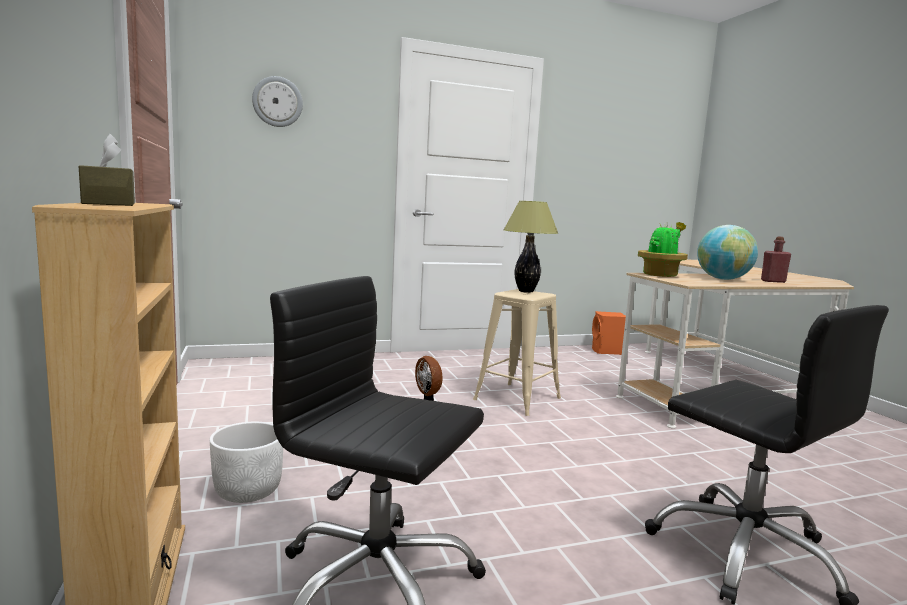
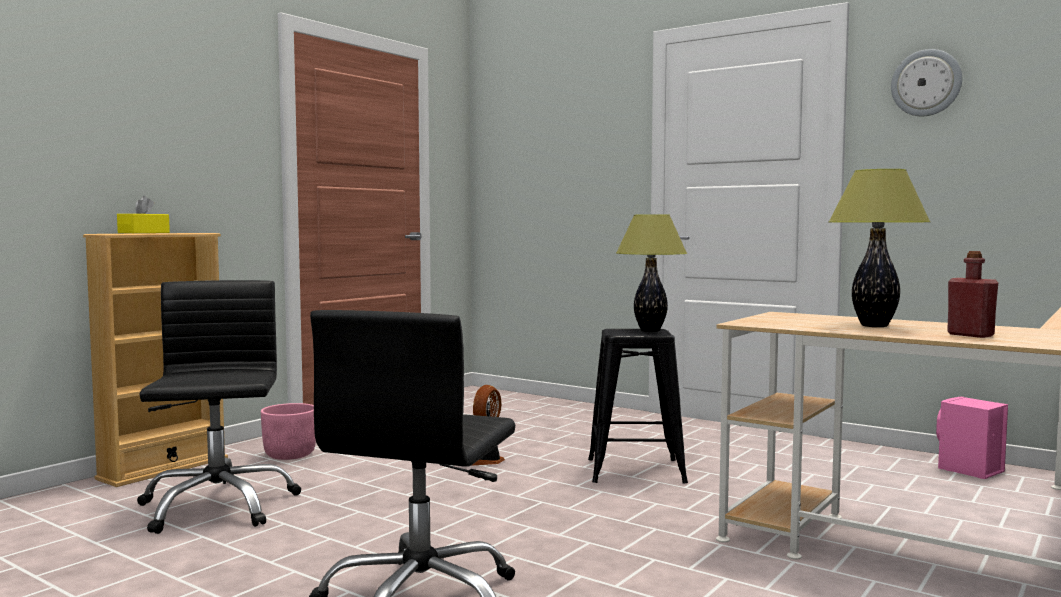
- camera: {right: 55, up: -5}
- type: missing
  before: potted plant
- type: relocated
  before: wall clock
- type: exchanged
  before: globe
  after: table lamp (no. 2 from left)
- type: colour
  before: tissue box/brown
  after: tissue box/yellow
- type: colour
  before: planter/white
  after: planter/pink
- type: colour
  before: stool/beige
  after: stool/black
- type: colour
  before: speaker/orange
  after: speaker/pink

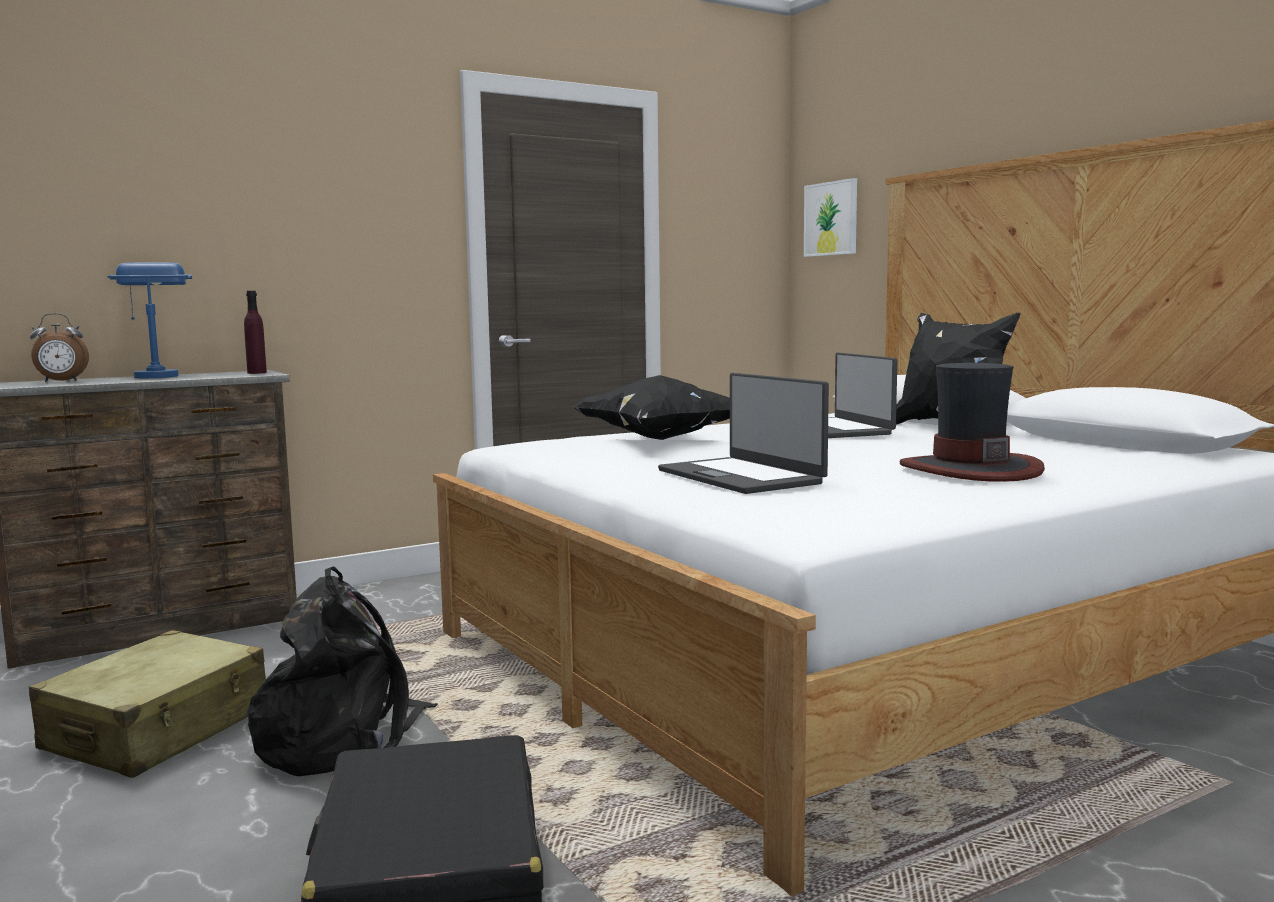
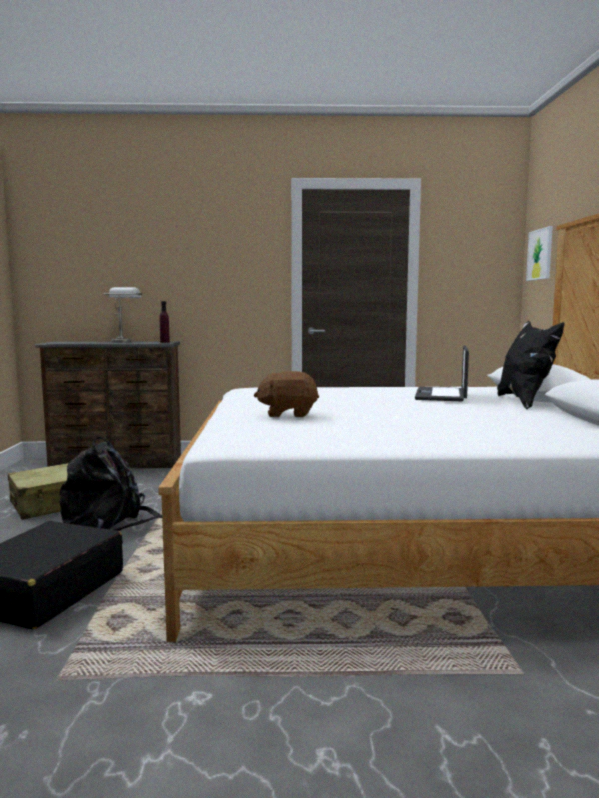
- camera: {right: 30, up: 0}
- type: missing
  before: alarm clock
- type: missing
  before: pillow/black (no. 1 from left)
- type: missing
  before: hat
- type: exchanged
  before: laptop (no. 1 from left)
  after: plush toy/brown
- type: colour
  before: table lamp/blue
  after: table lamp/grey

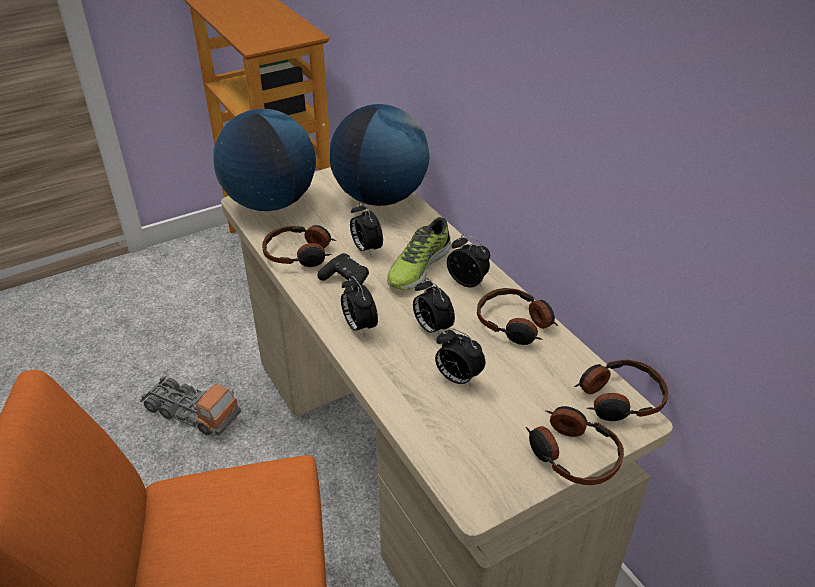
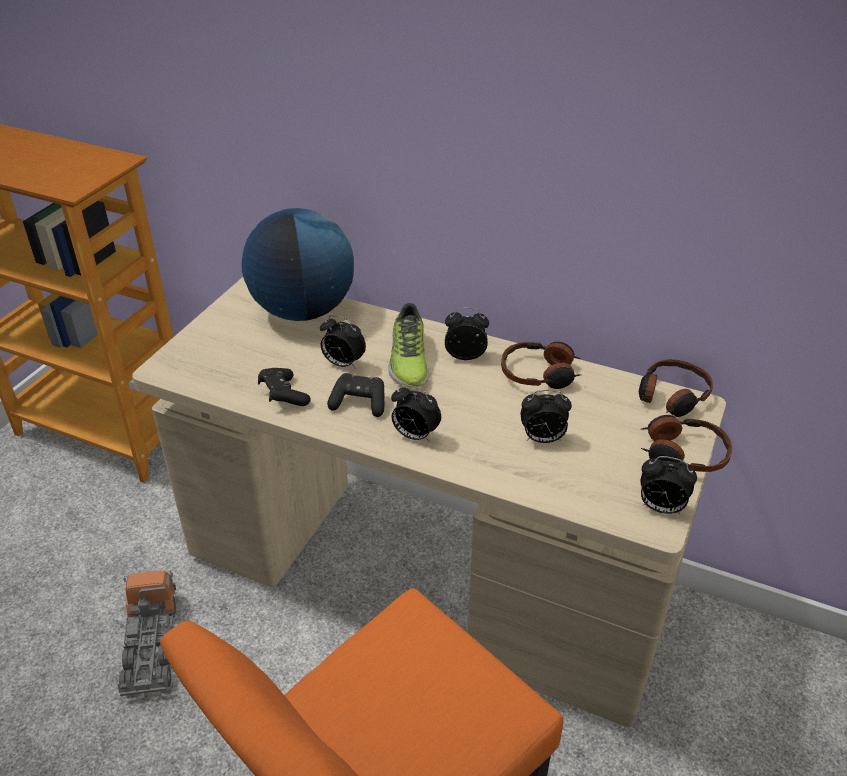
- camera: {right: -35, up: 0}
- type: missing
  before: globe (no. 1 from left)
- type: relocated
  before: alarm clock (no. 3 from left in the first image)
  after: alarm clock (no. 5 from left)
- type: exchanged
  before: headphones (no. 1 from left)
  after: game controller/black (no. 1 from left)
- type: spun
  before: toy truck
  turn: -90

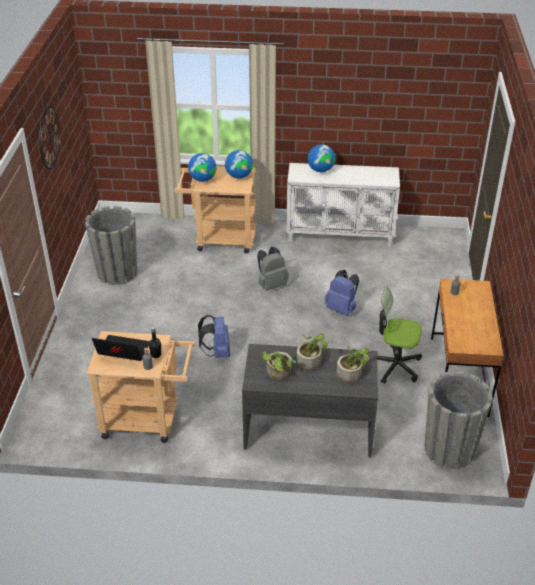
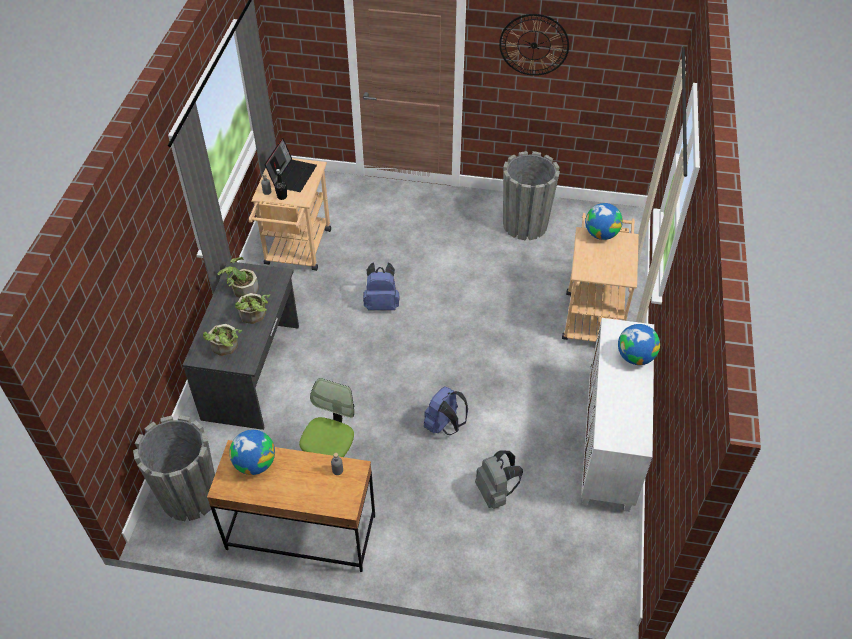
- camera: {right: 95, up: 10}
- type: relocated
  before: globe (no. 2 from left in the first image)
  after: globe (no. 1 from left)
- type: relocated
  before: backpack/grey

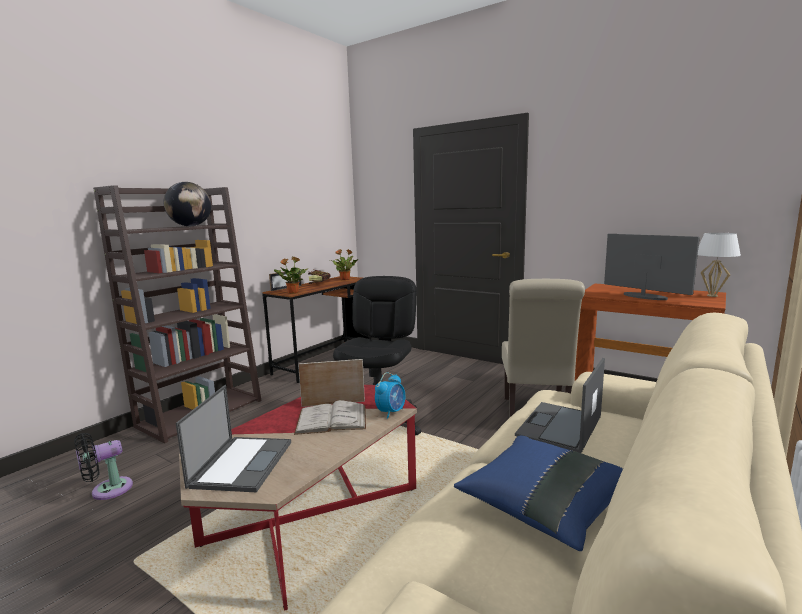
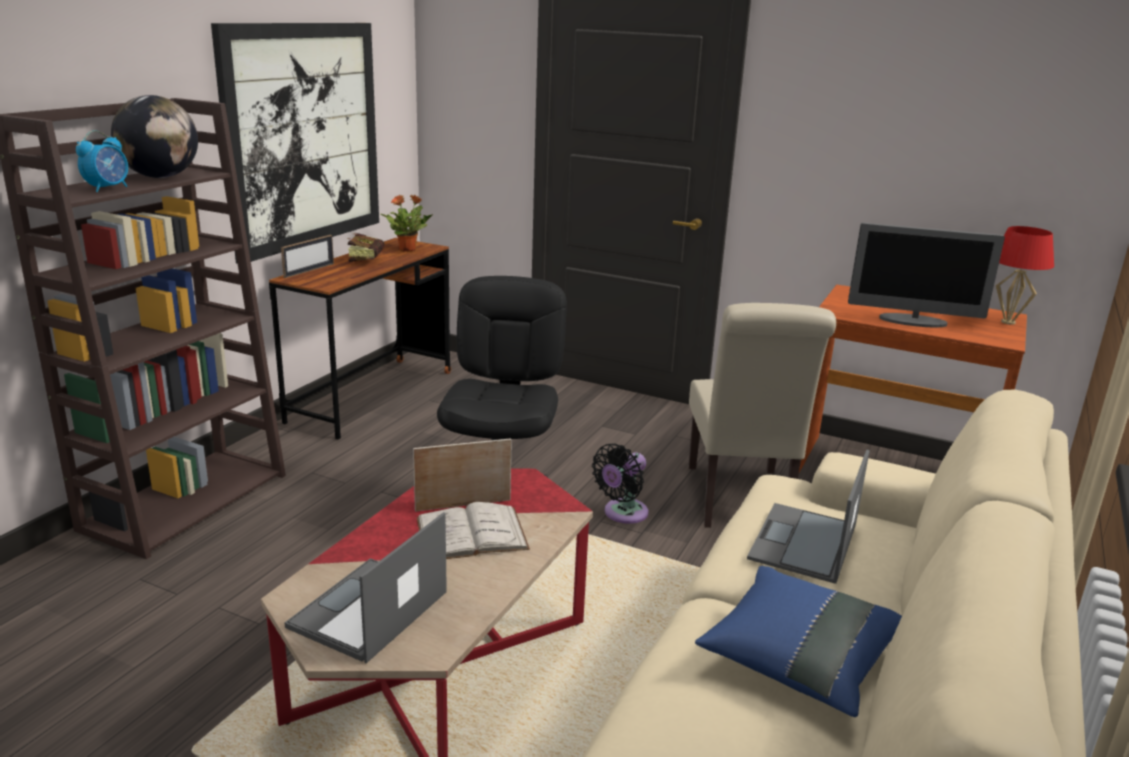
- camera: {right: -10, up: 10}
- type: missing
  before: potted plant (no. 1 from left)
- type: appeared
  after: picture
- type: relocated
  before: fan/black
- type: relocated
  before: alarm clock
- type: colour
  before: table lamp/white
  after: table lamp/red
- type: spun
  before: laptop (no. 1 from left)
  turn: -150
- type: spun
  before: monitor
  turn: 150

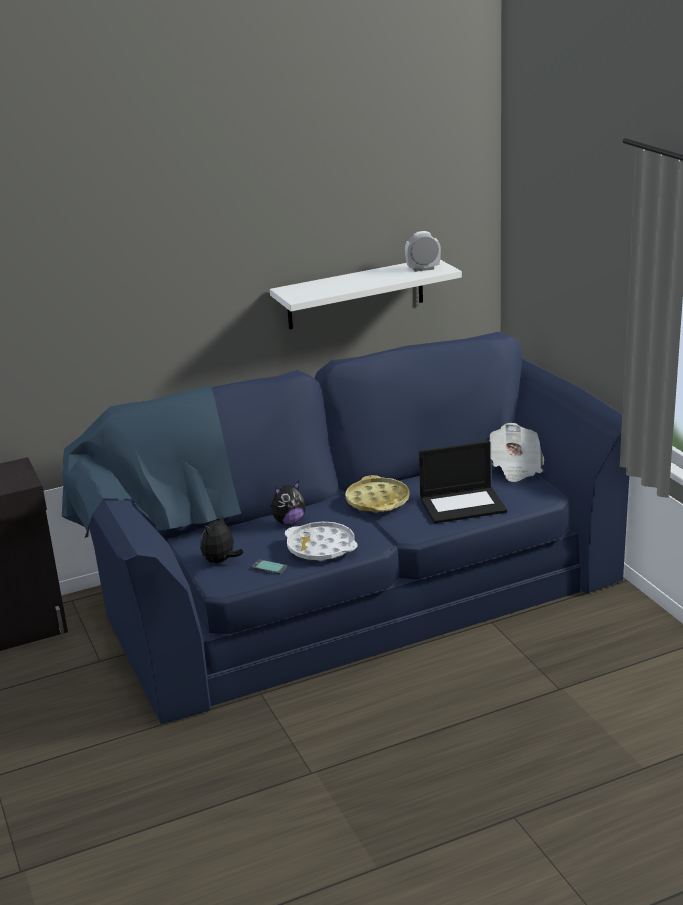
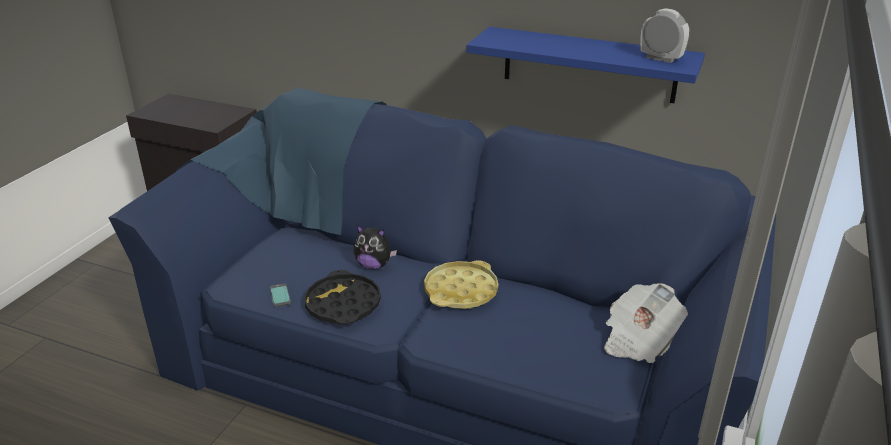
- camera: {right: 45, up: 5}
- type: missing
  before: plush toy (no. 1 from left)
- type: missing
  before: laptop
- type: colour
  before: shelf/white
  after: shelf/blue
- type: colour
  before: tray/white
  after: tray/black

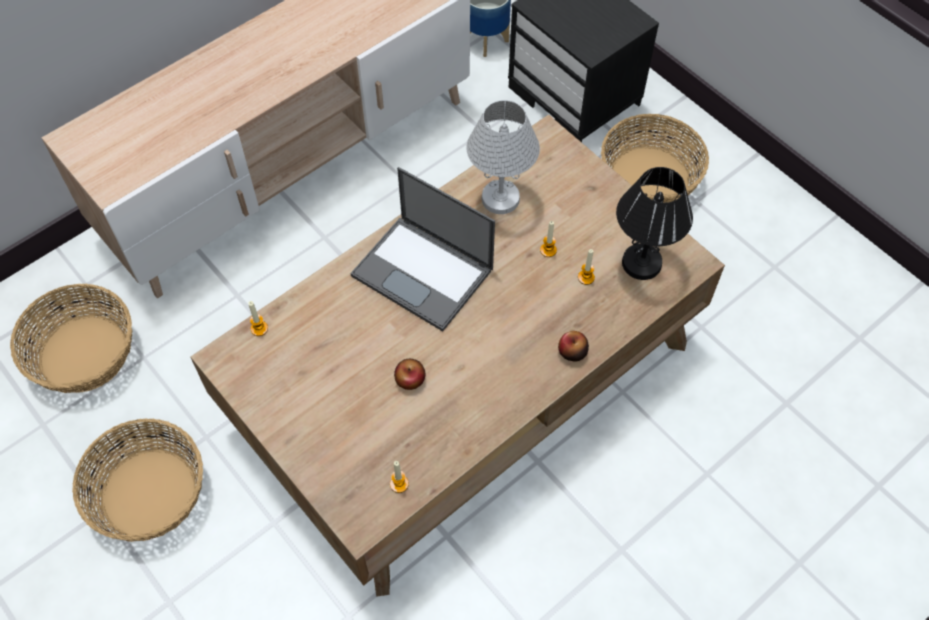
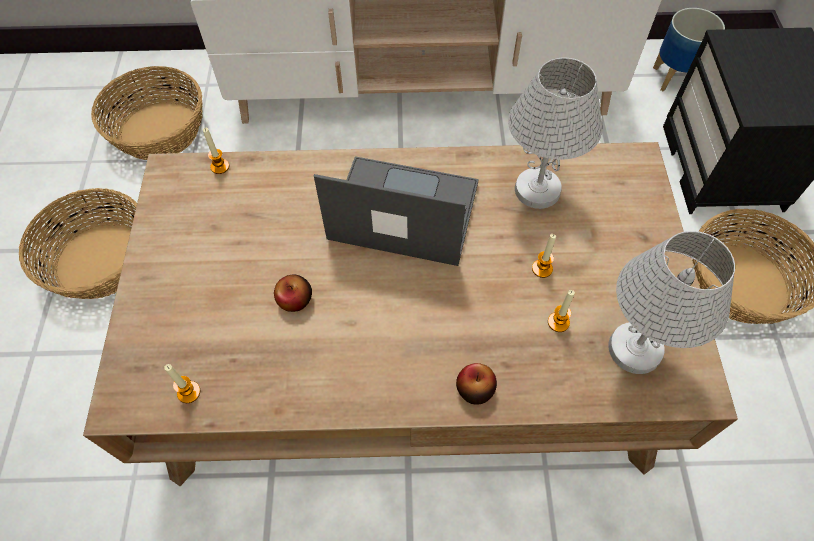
- camera: {right: 40, up: 0}
- type: colour
  before: table lamp/black
  after: table lamp/white (no. 2 from left)
- type: spun
  before: laptop
  turn: 120

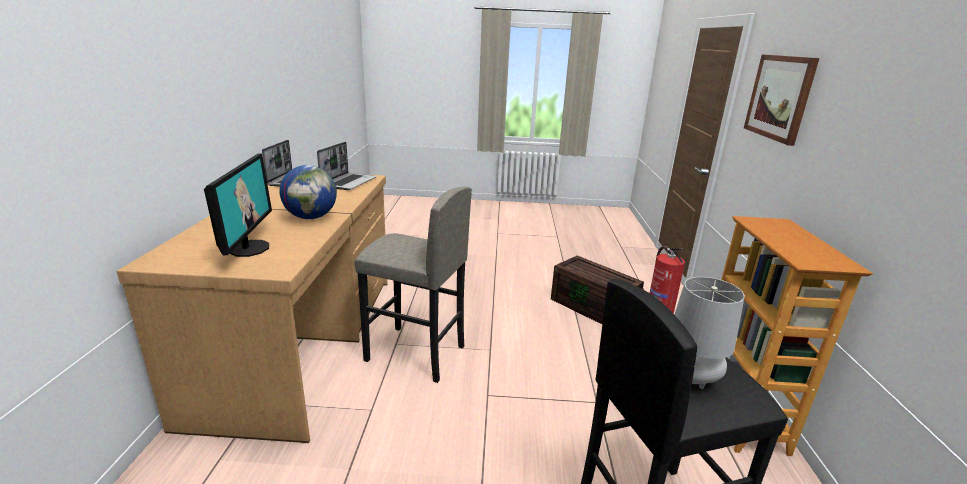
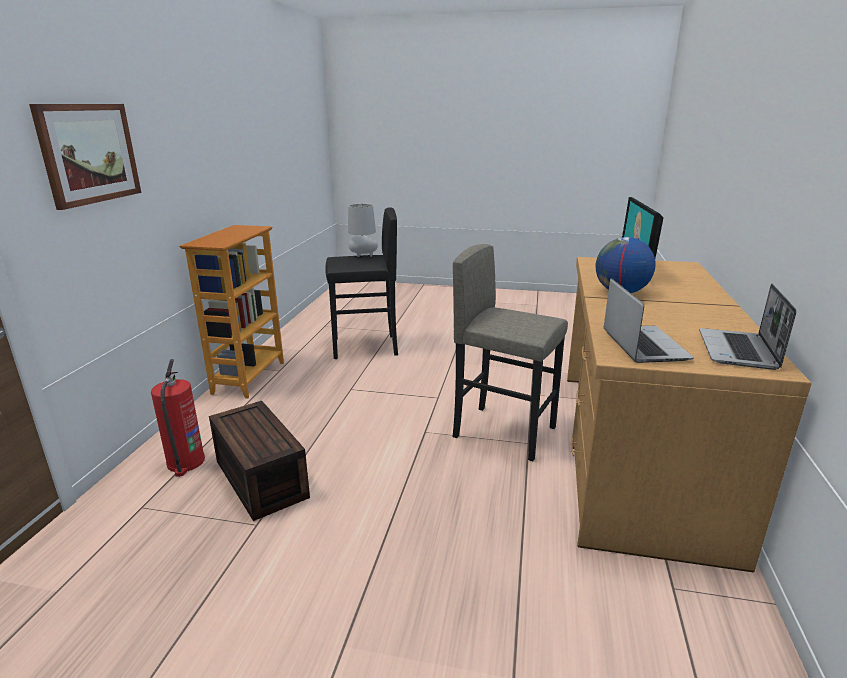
- camera: {right: -170, up: 0}
- type: spun
  before: laptop (no. 2 from left in the first image)
  turn: 150

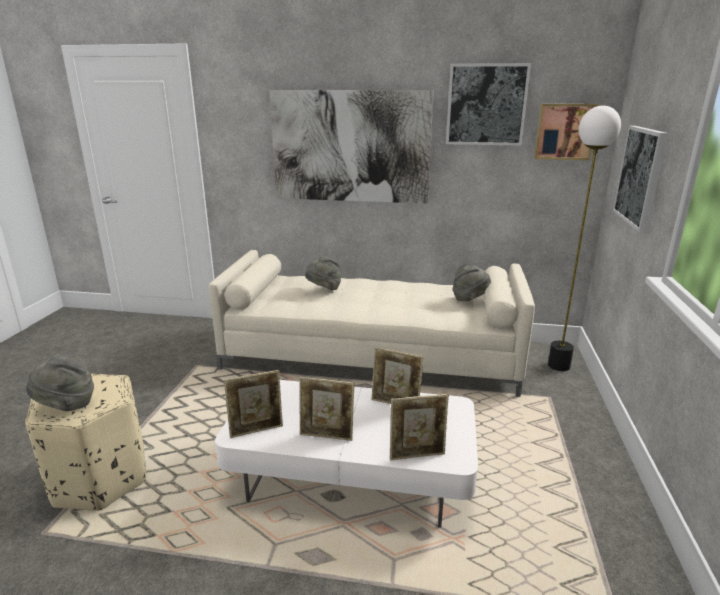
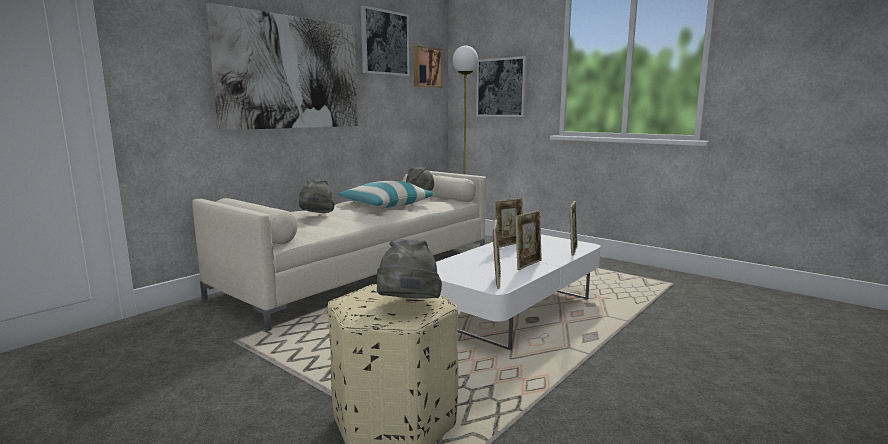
- camera: {right: -60, up: -10}
- type: appeared
  after: pillow

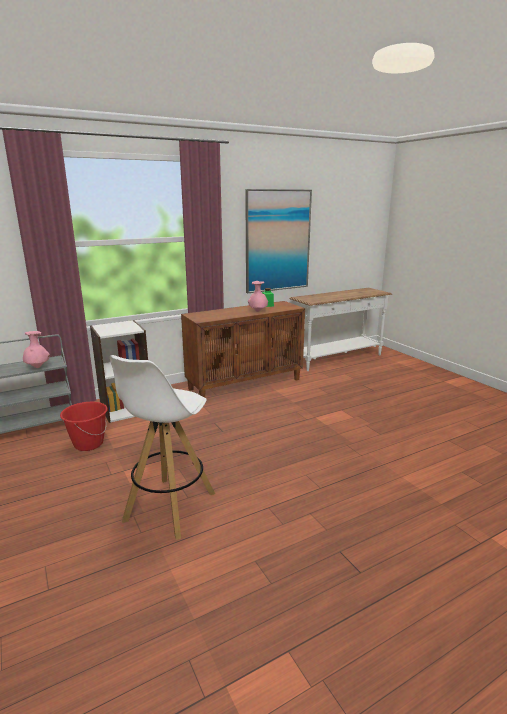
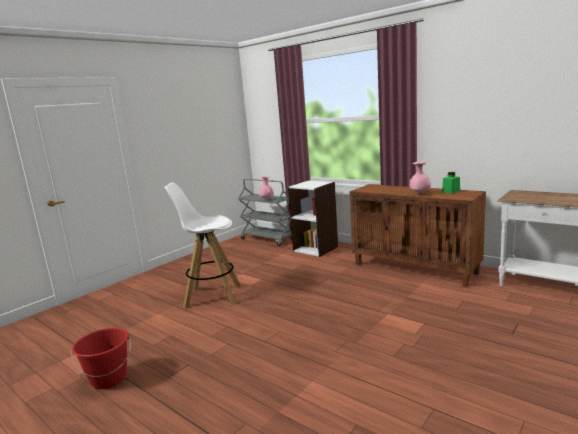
- camera: {right: 70, up: -5}
- type: missing
  before: picture
- type: relocated
  before: bucket/red

